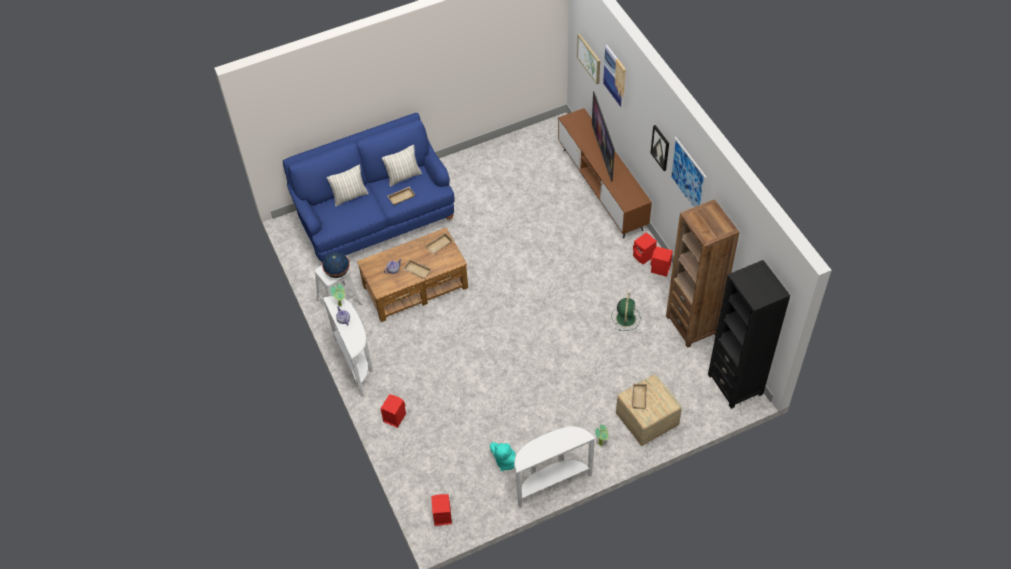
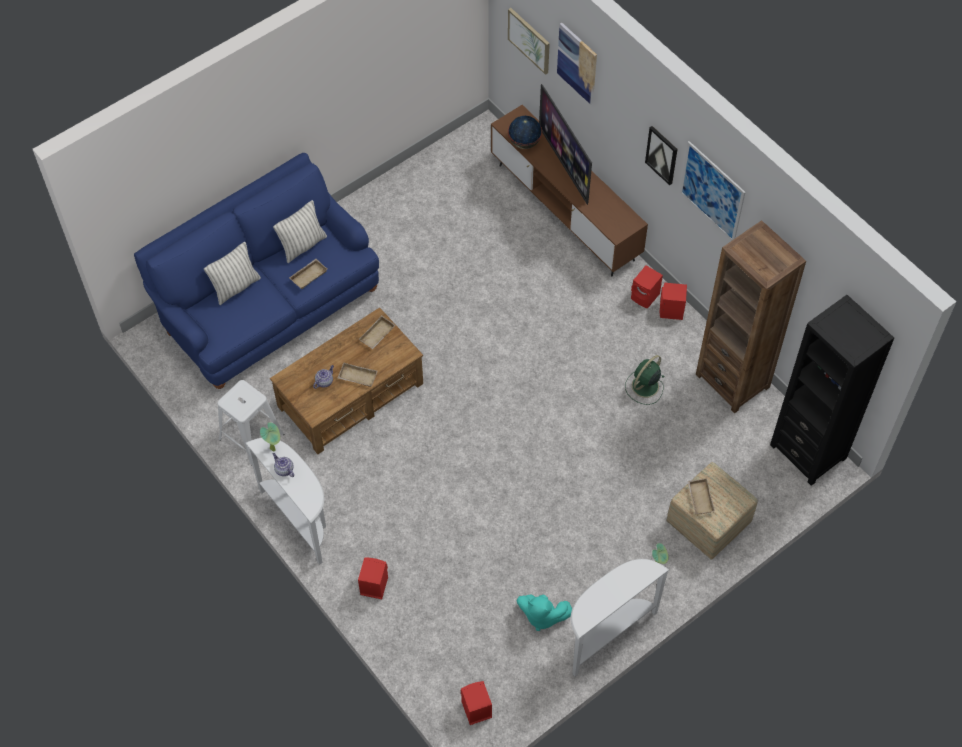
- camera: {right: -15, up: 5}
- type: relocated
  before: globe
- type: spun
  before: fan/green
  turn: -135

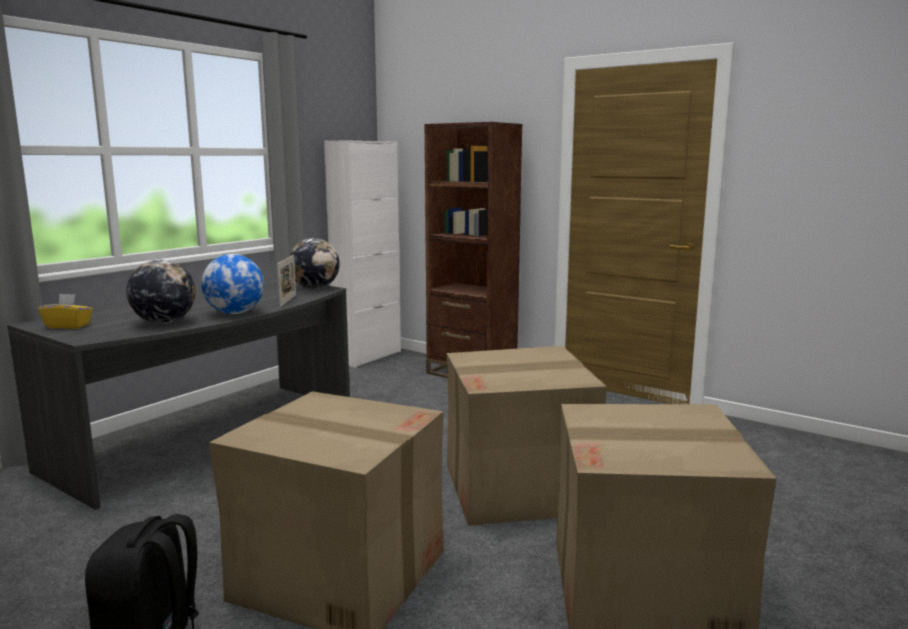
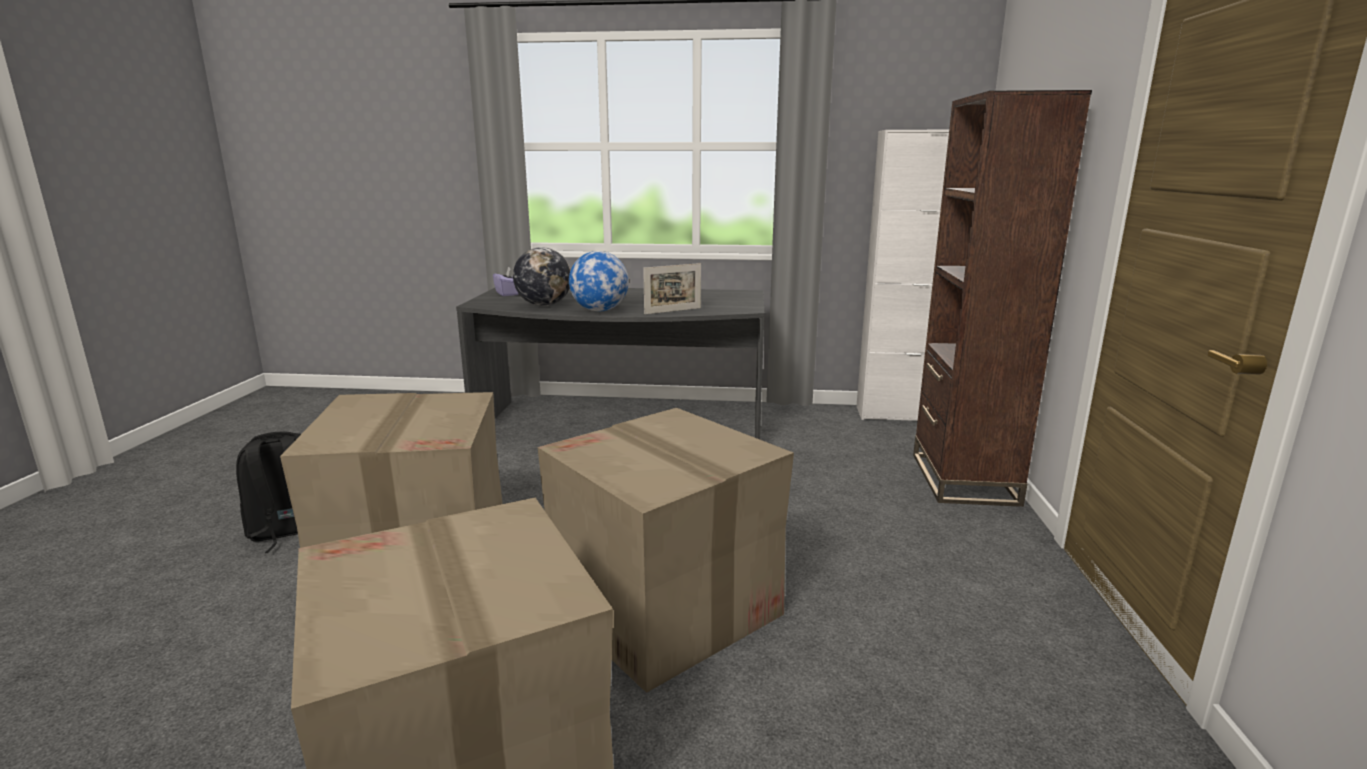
- camera: {right: 60, up: 5}
- type: missing
  before: globe (no. 3 from left)
- type: colour
  before: tissue box/yellow
  after: tissue box/purple

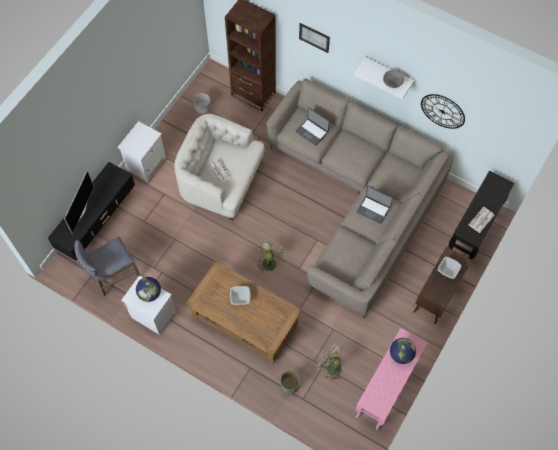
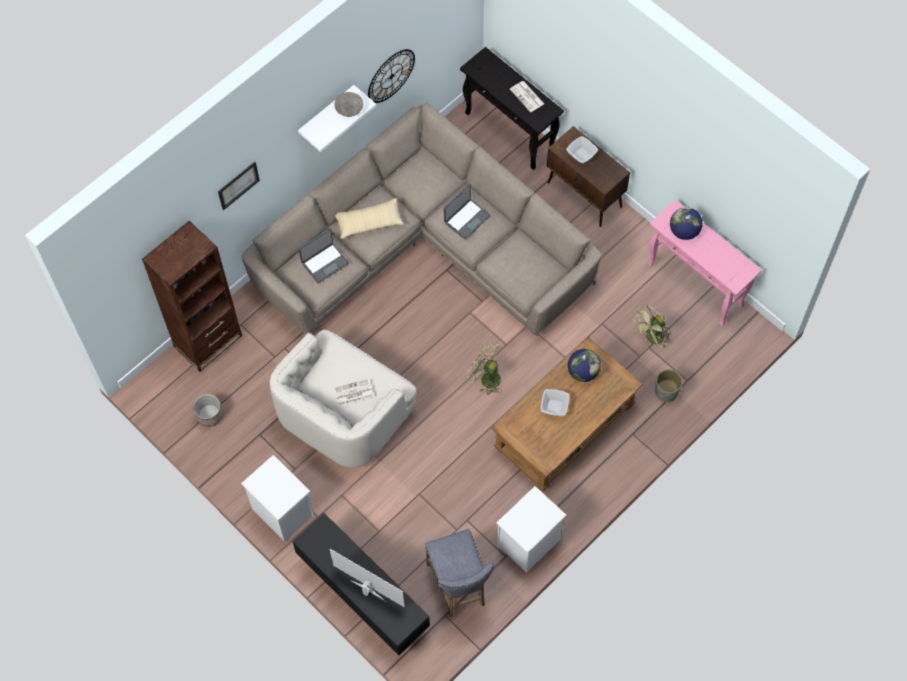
- camera: {right: -75, up: 0}
- type: appeared
  after: pillow/beige
- type: relocated
  before: globe (no. 1 from left)

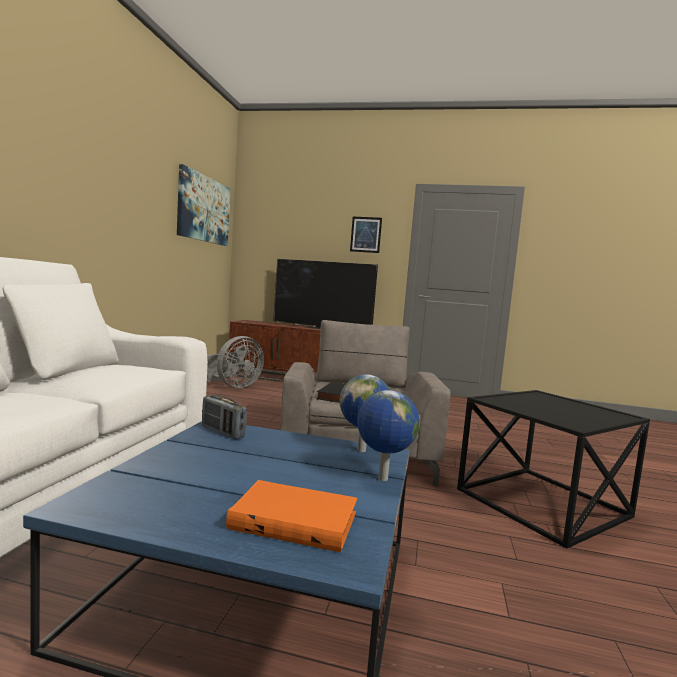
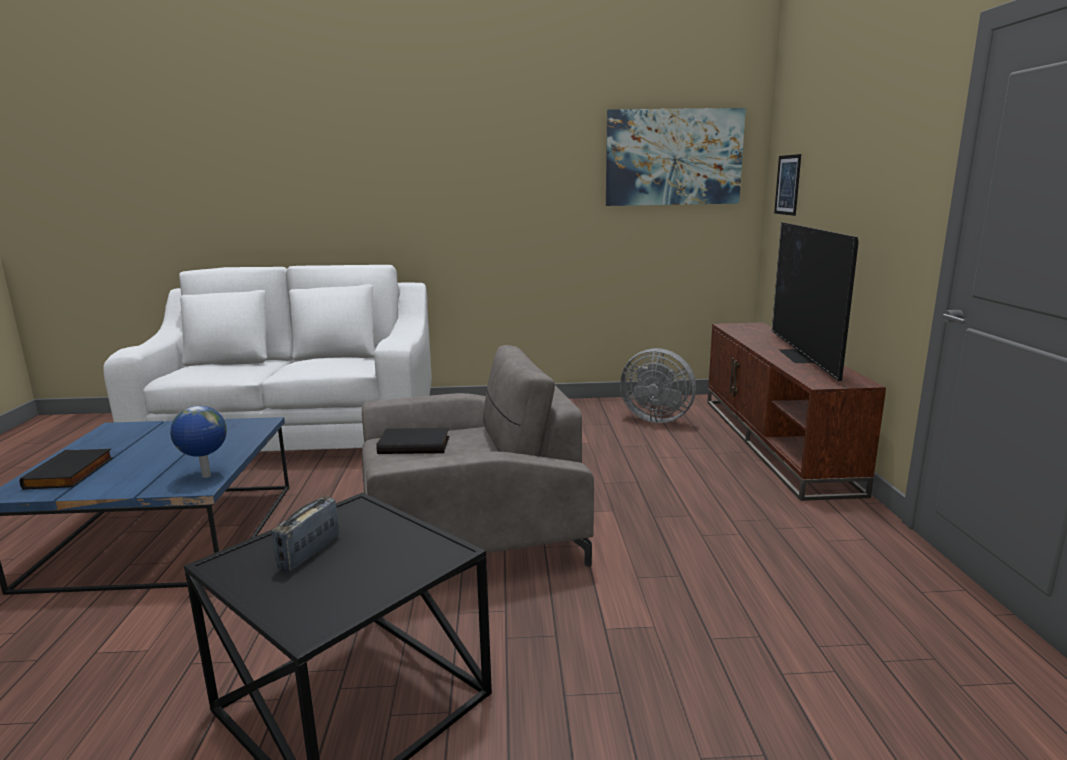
- camera: {right: 75, up: 10}
- type: missing
  before: globe (no. 2 from left)
- type: relocated
  before: radio
- type: relocated
  before: picture (no. 2 from left)
- type: colour
  before: book/orange
  after: book/black (no. 1 from left)

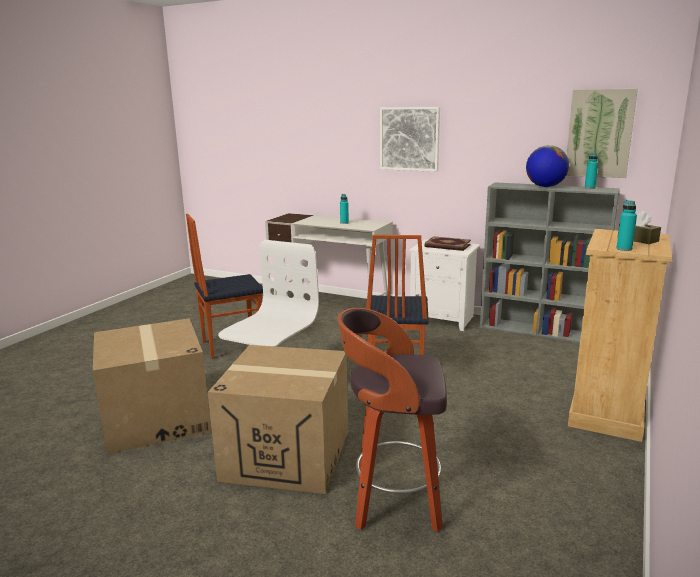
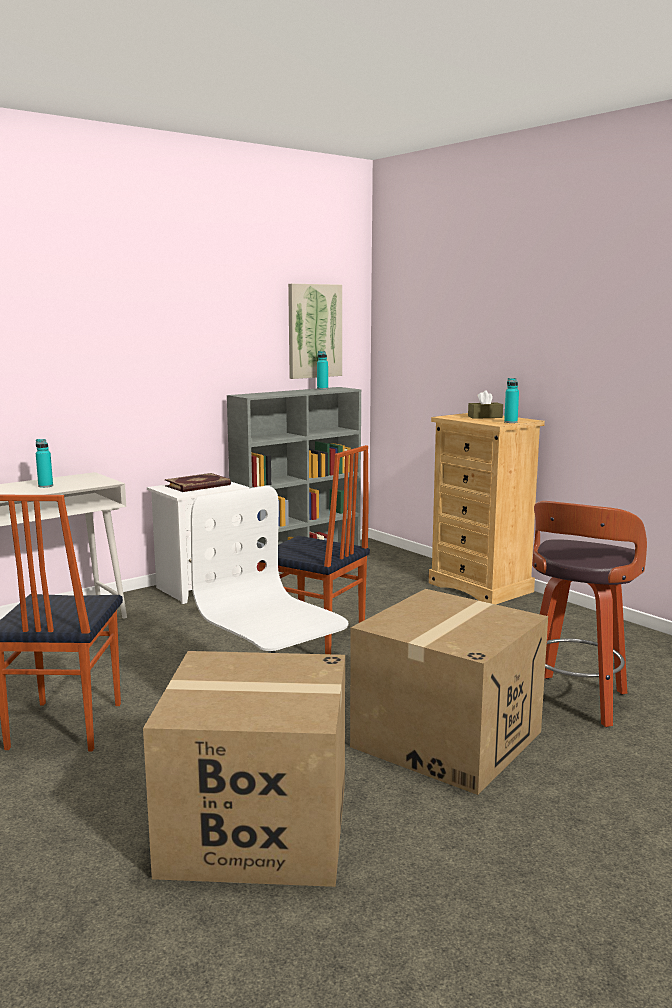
- camera: {right: -65, up: -5}
- type: missing
  before: picture (no. 1 from left)
- type: missing
  before: globe

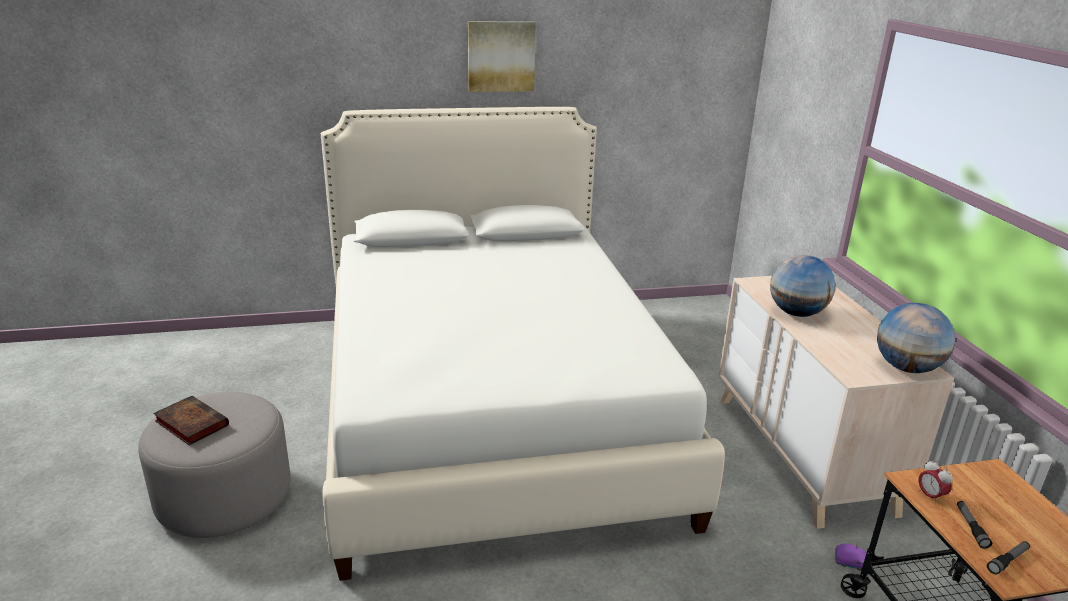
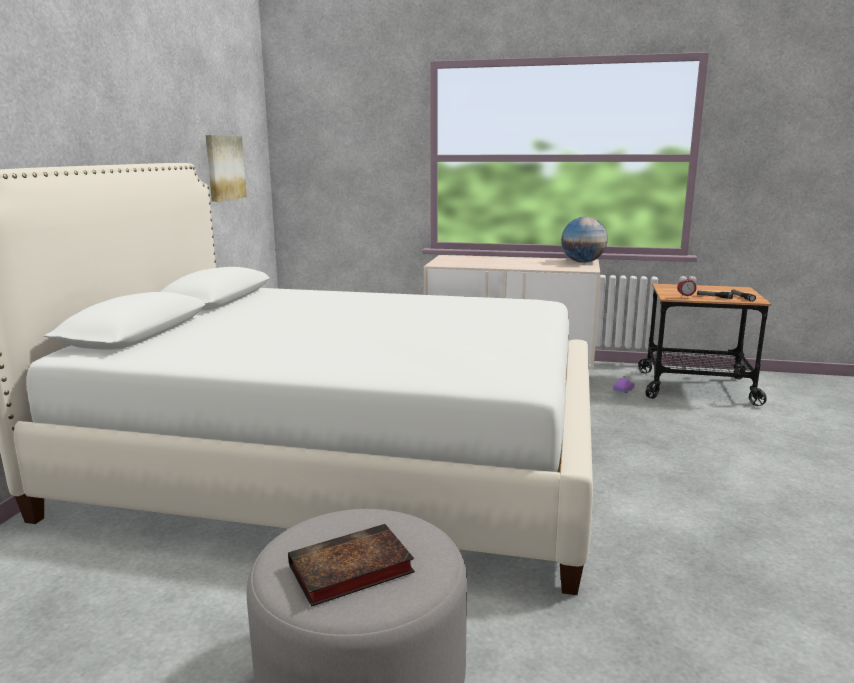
- camera: {right: -65, up: -10}
- type: missing
  before: globe (no. 1 from left)
- type: relocated
  before: picture

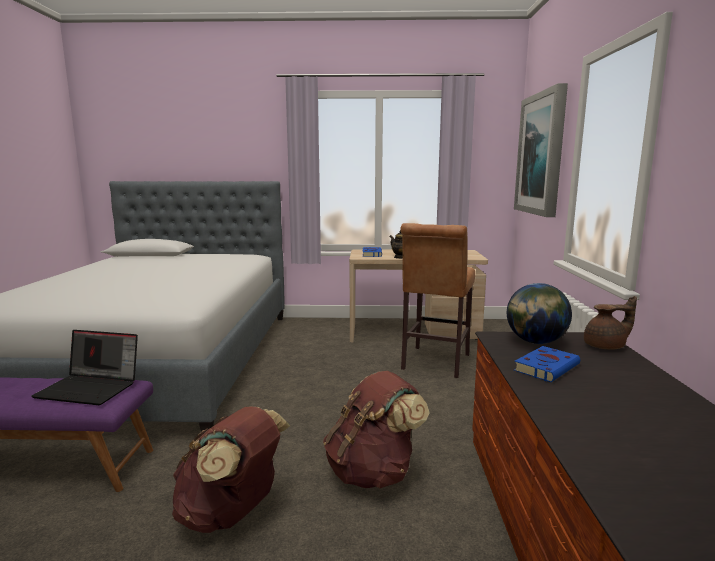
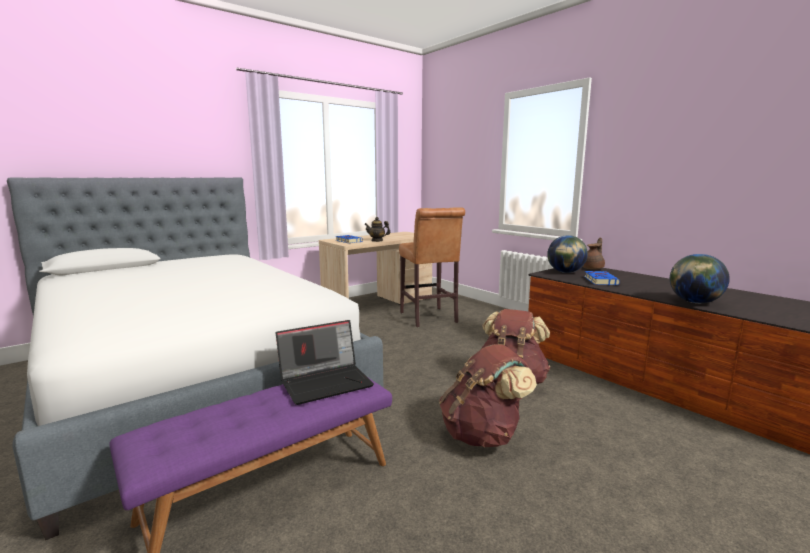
- camera: {right: -40, up: 0}
- type: missing
  before: picture
- type: appeared
  after: globe (no. 2 from left)

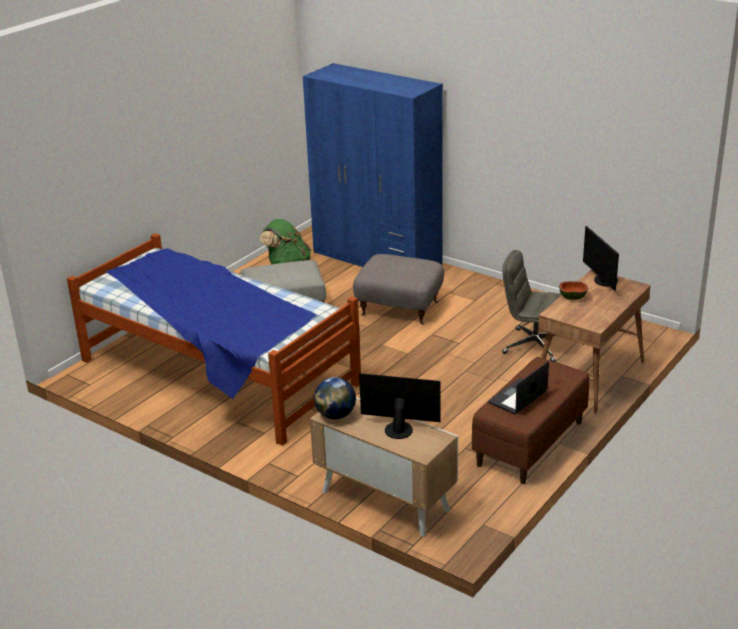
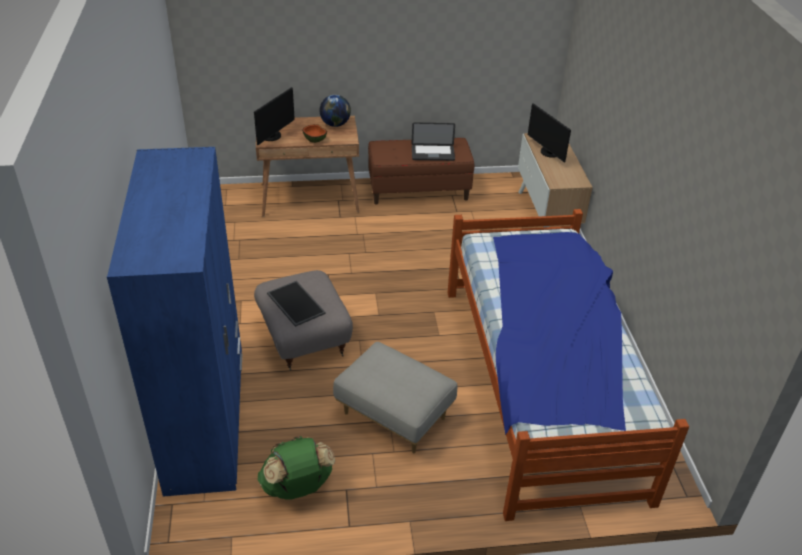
- camera: {right: -135, up: 10}
- type: missing
  before: office chair/grey
- type: appeared
  after: tray
- type: relocated
  before: globe

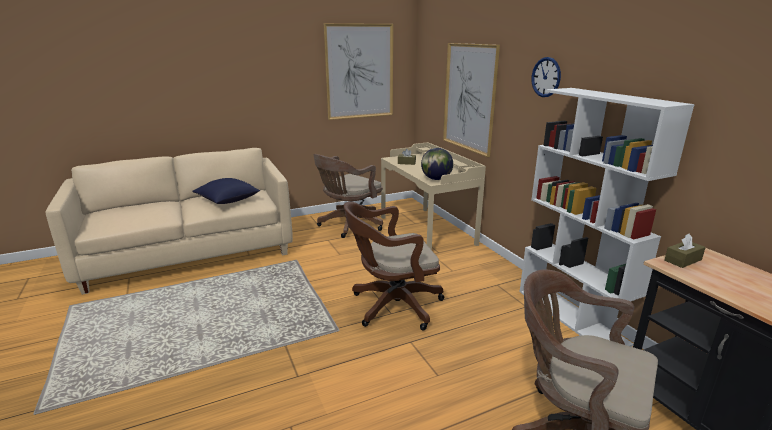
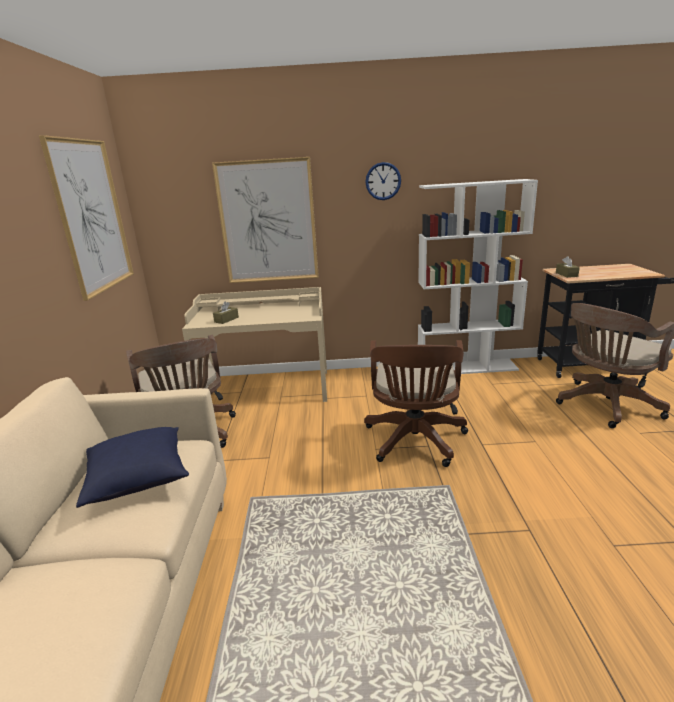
- camera: {right: -65, up: 0}
- type: missing
  before: globe

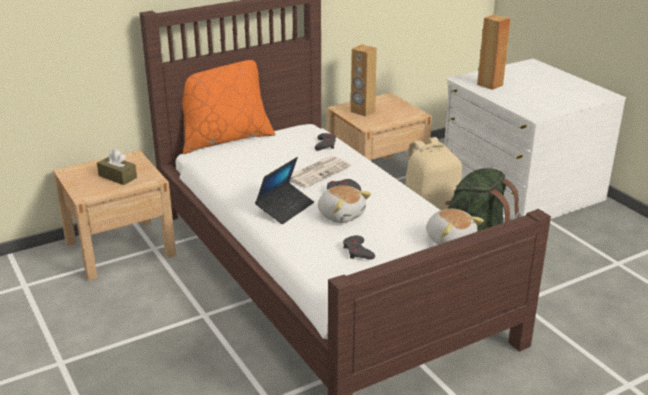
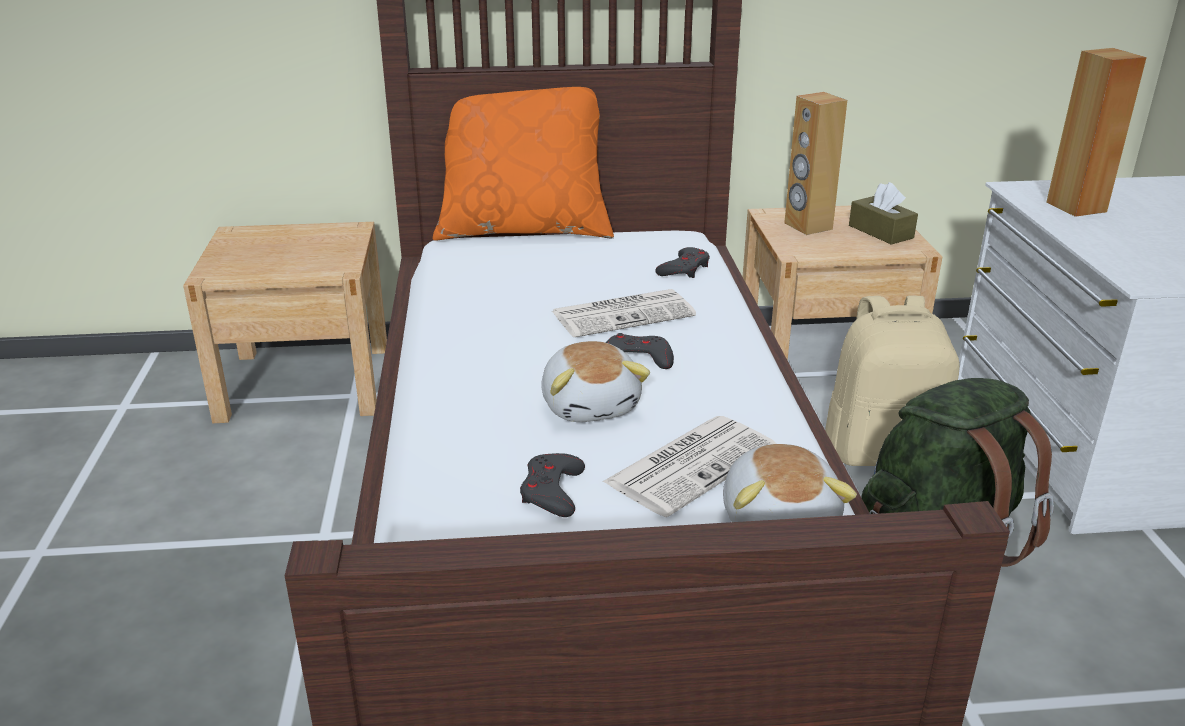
- camera: {right: 25, up: 0}
- type: missing
  before: laptop
- type: appeared
  after: newspaper (no. 2 from left)
- type: relocated
  before: tissue box/brown

